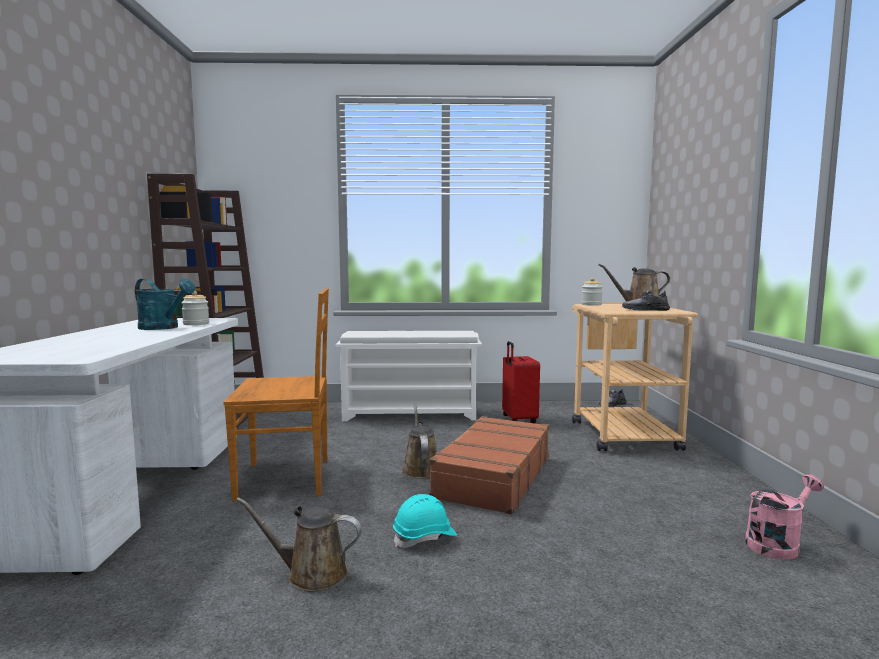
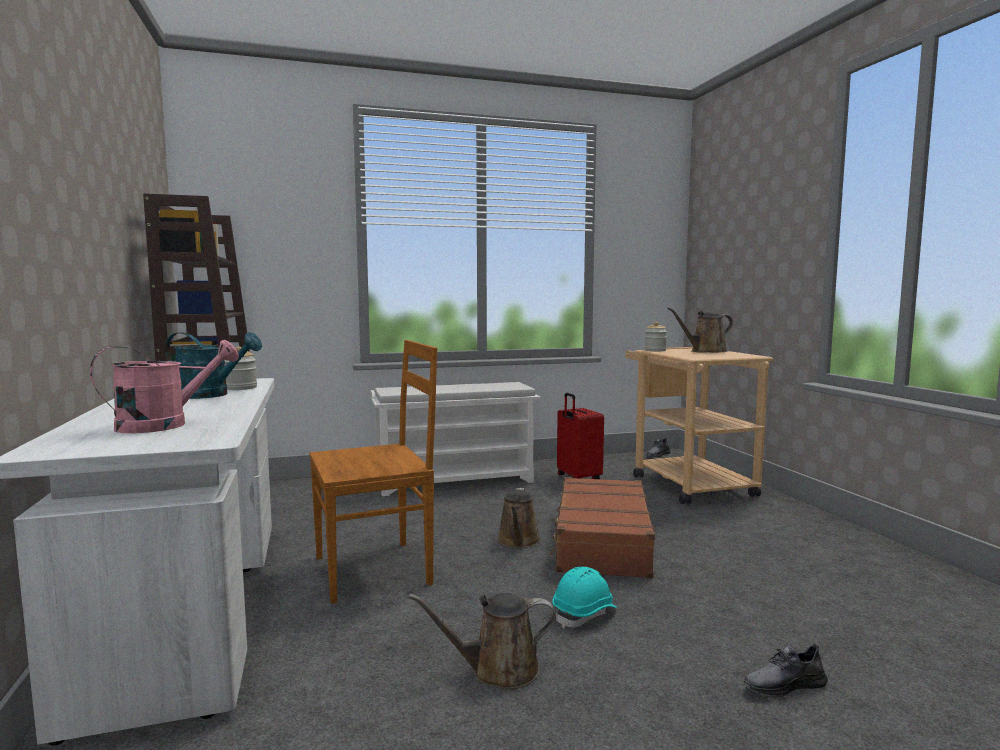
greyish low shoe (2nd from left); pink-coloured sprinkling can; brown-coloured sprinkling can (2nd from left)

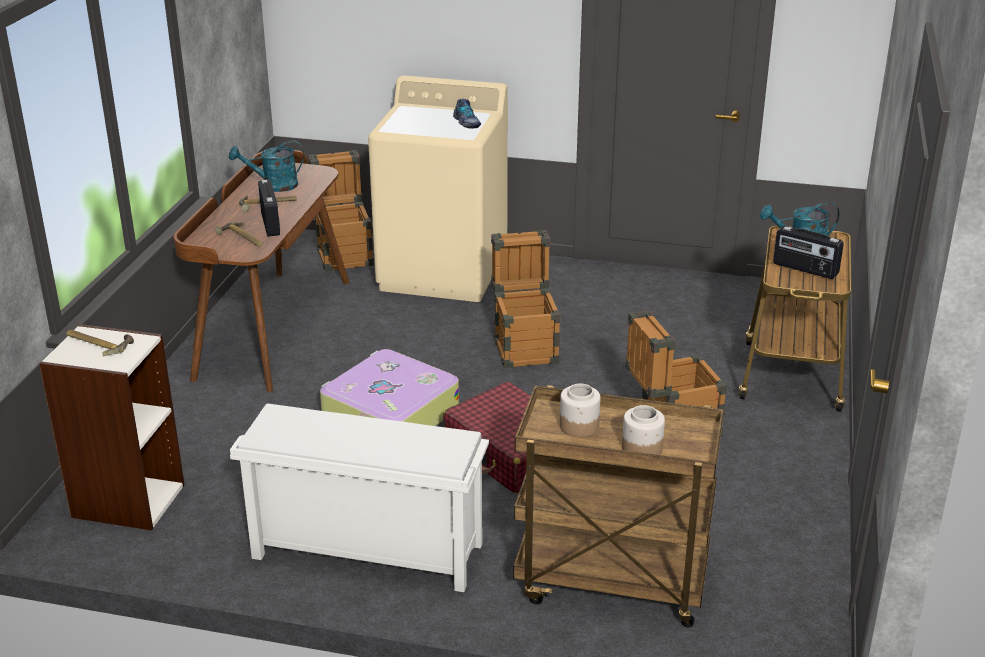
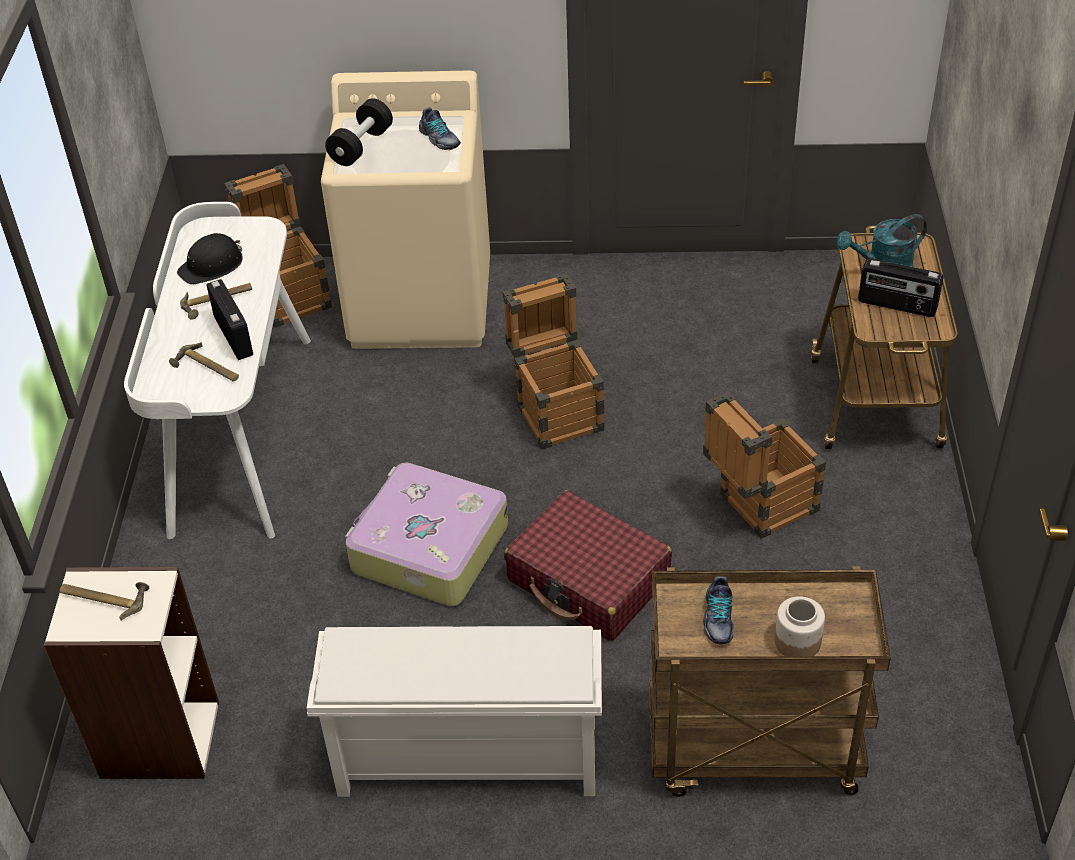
black free weight; black work helmet; low shoe (2nd from left); whitish desk

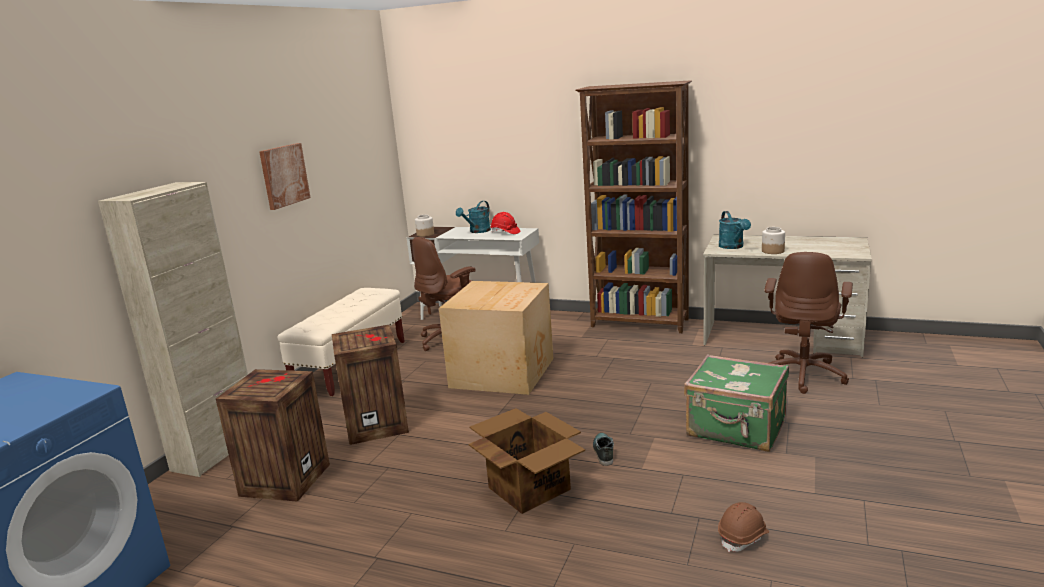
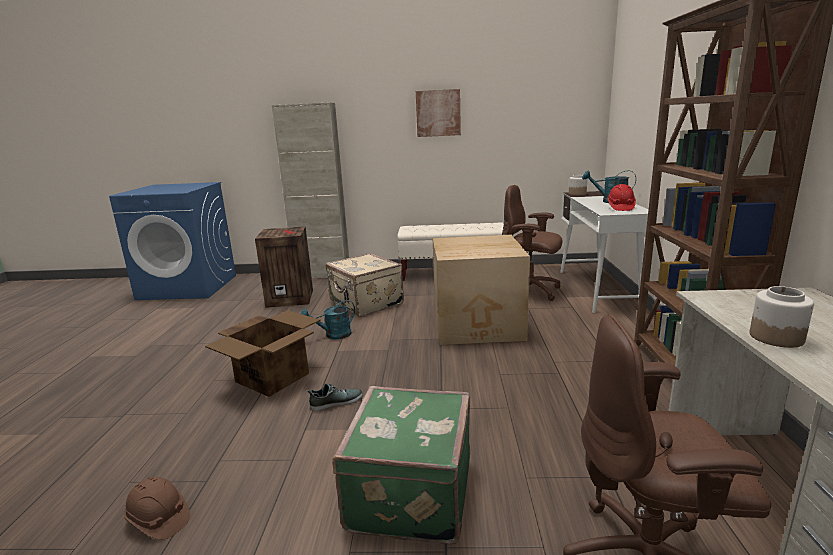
blue-green sprinkling can (1st from left); beige travel case

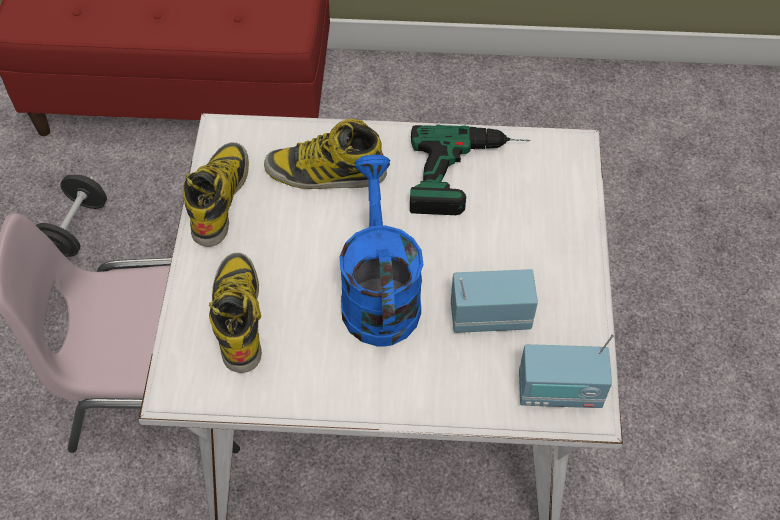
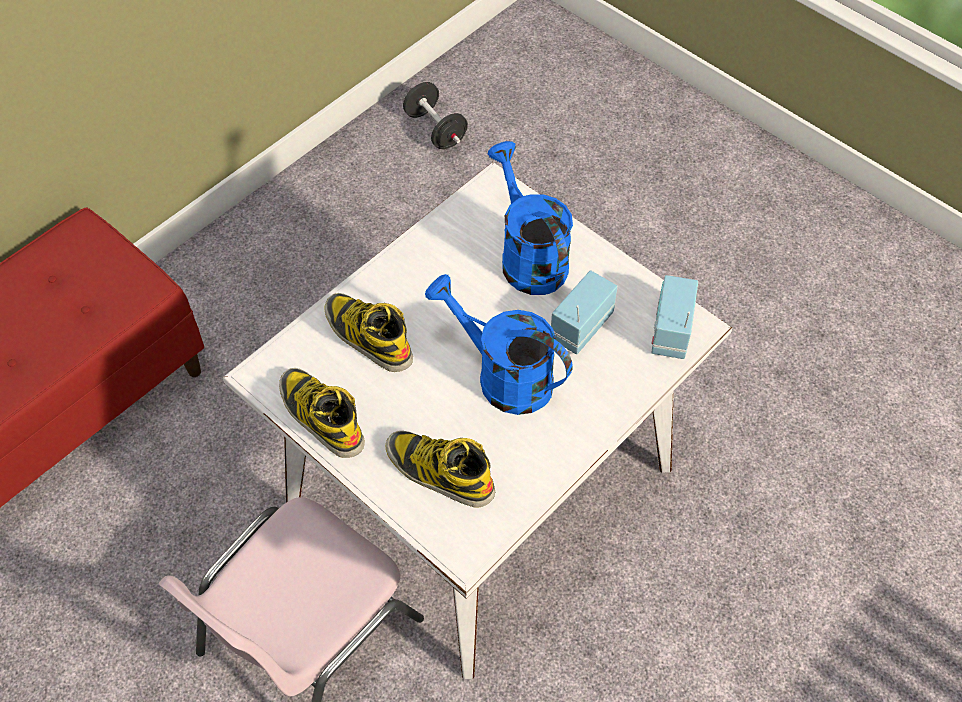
power drill; blue-coloured sprinkling can (2nd from left); black free weight; boot (2nd from left); radio set (2nd from left)

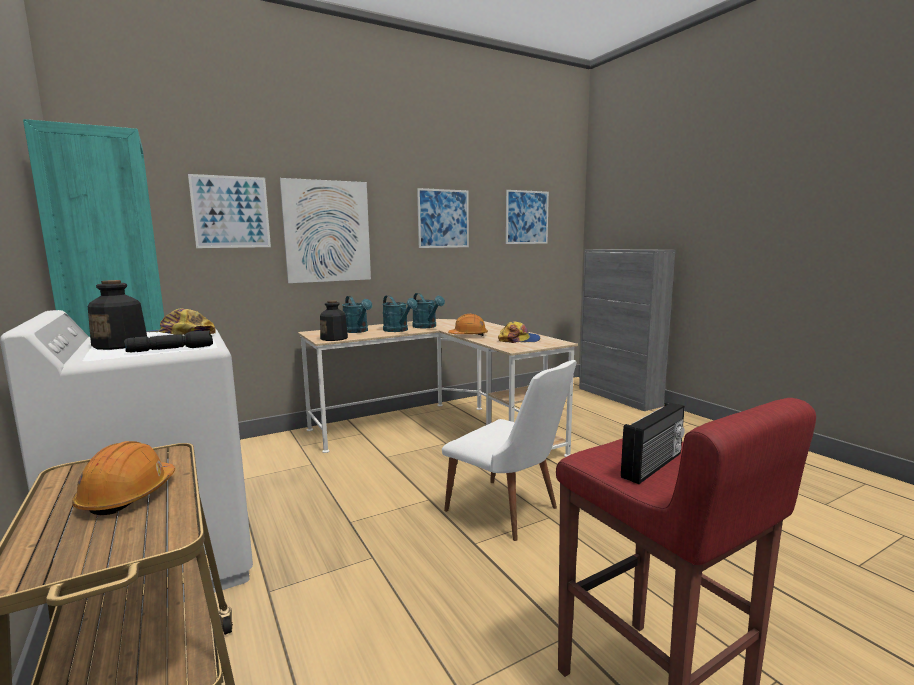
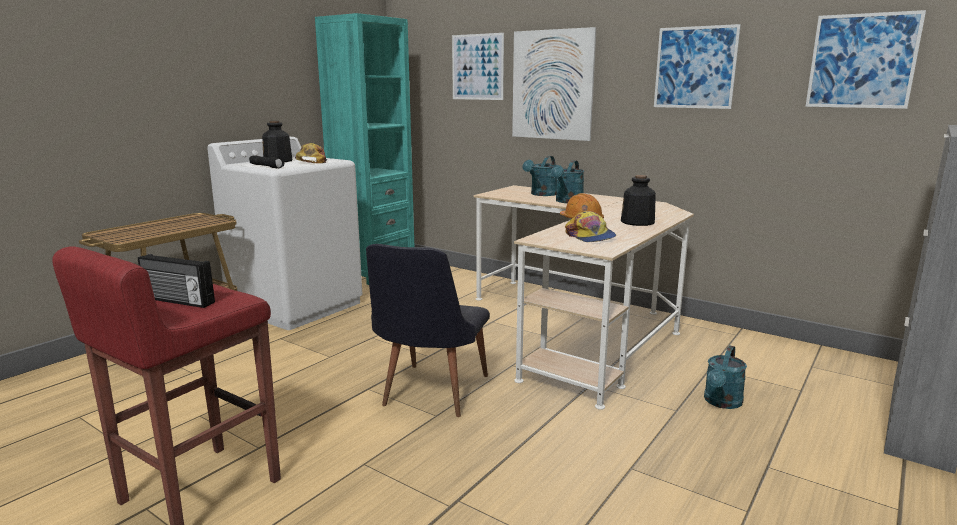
orange-coloured work helmet (1st from left in the first image); beverage bottle (2nd from left); blue-green sprinkling can (3rd from left); black chair

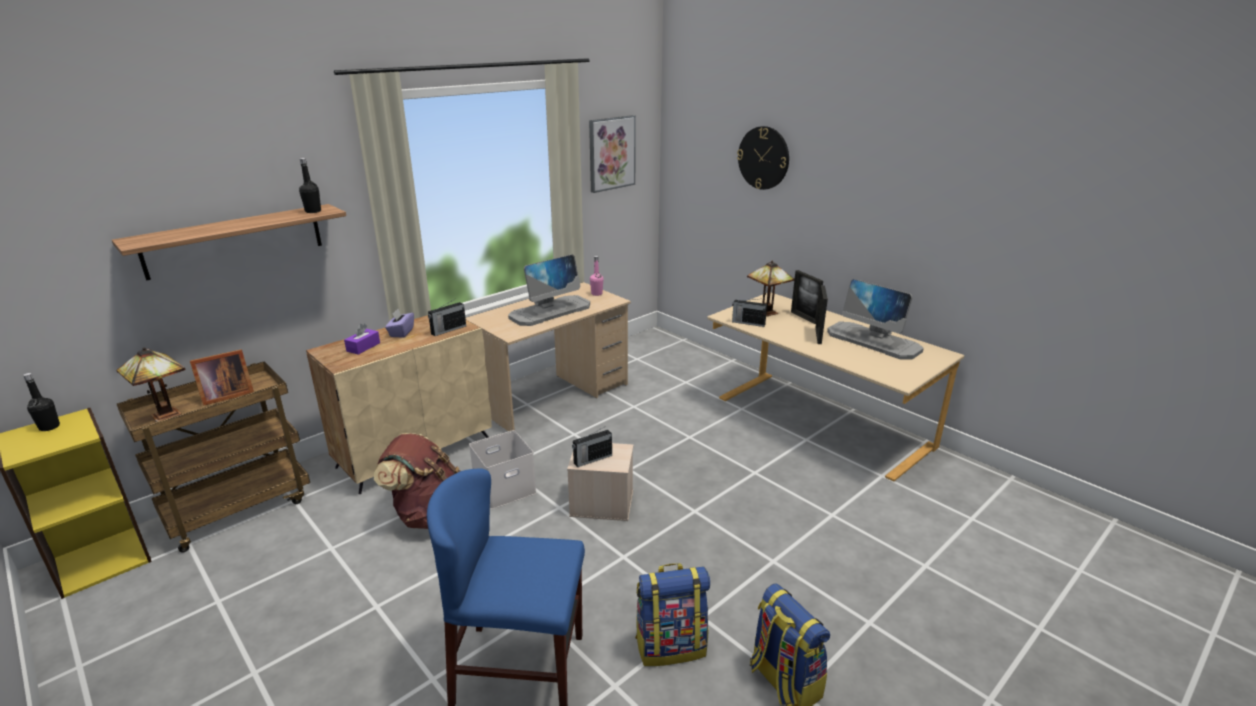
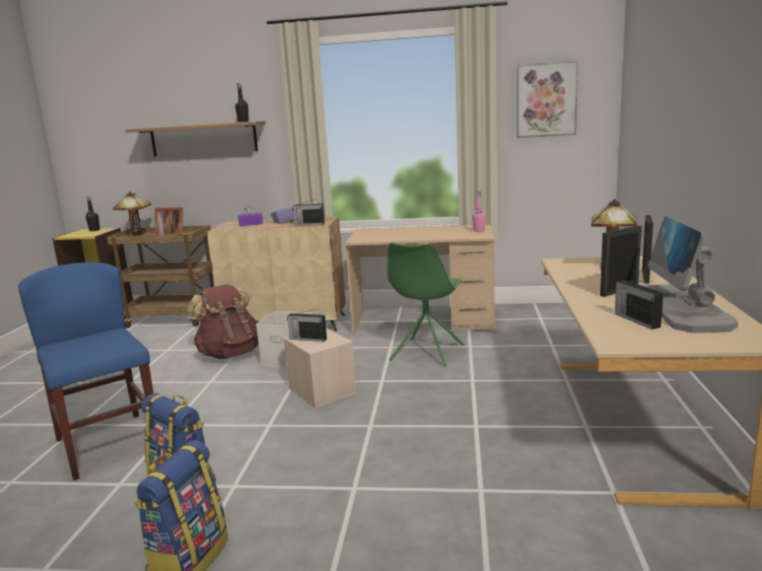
computer screen (1st from left in the first image); wall clock; greenish chair; radio set (3rd from left)

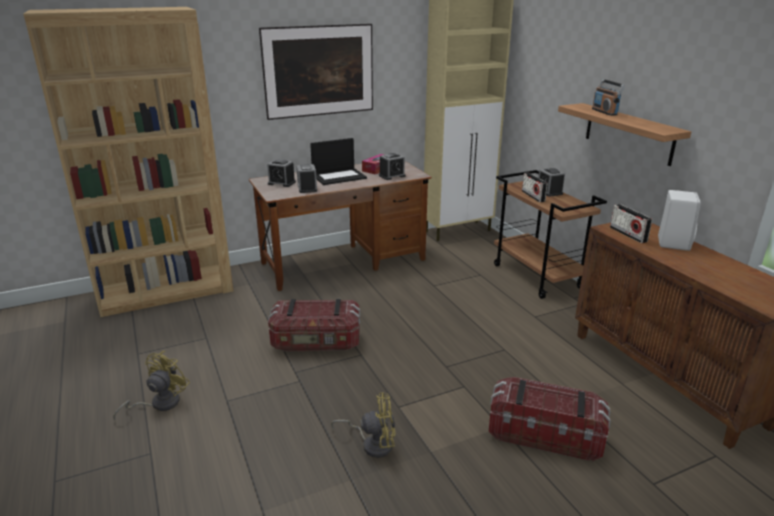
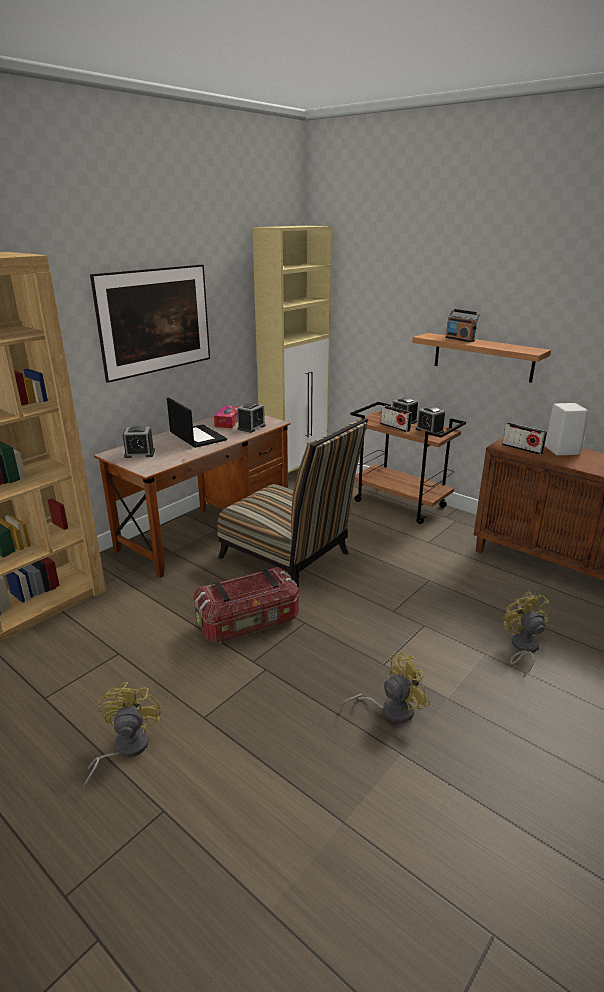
chair; bedside clock (4th from left); yellowish electric fan (3rd from left); laptop

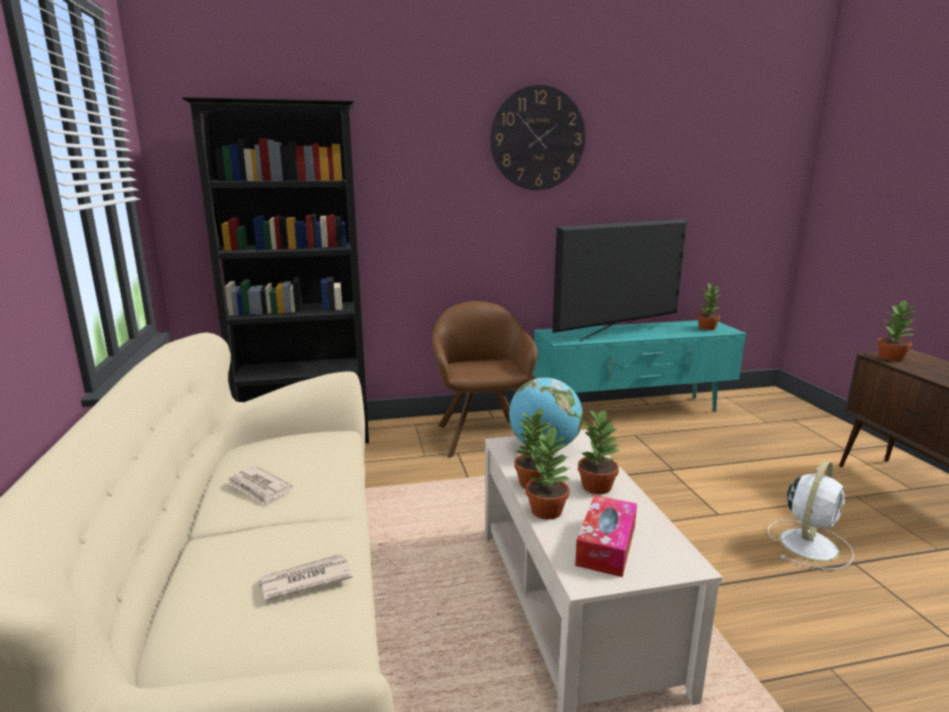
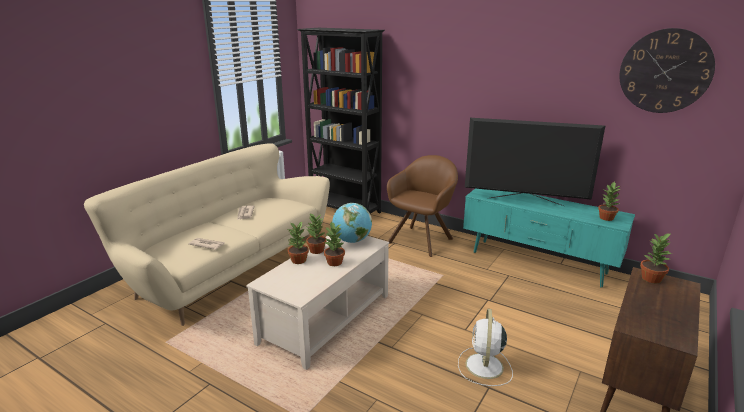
tissue holder; wall clock; whitish electric fan

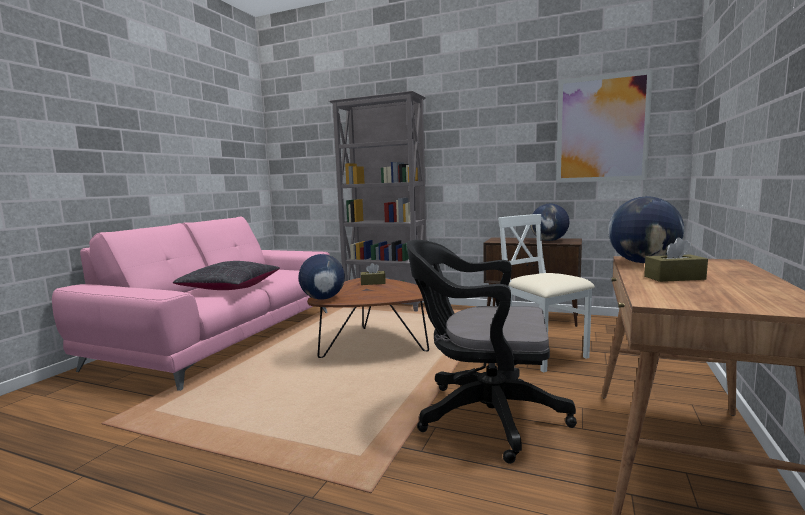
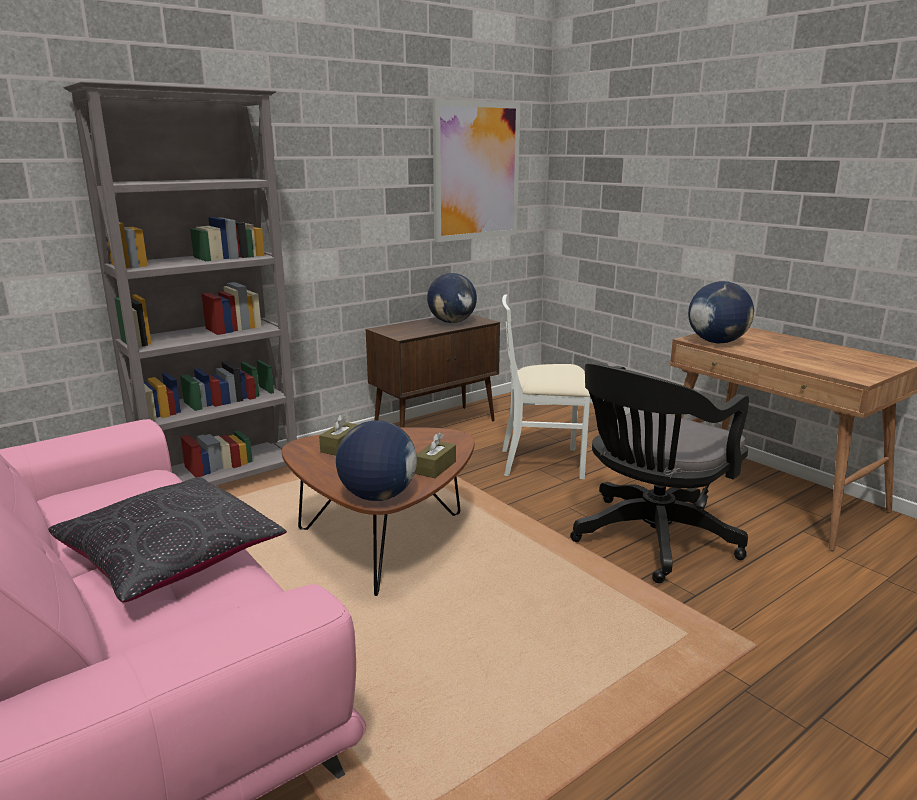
brown-coloured tissue holder (2nd from left)

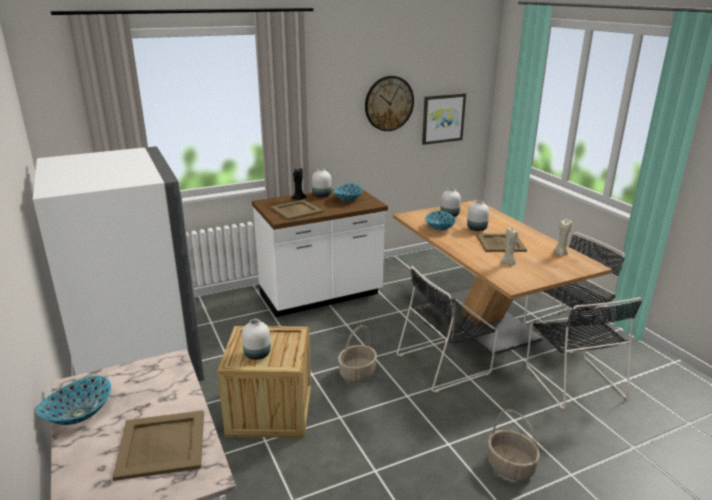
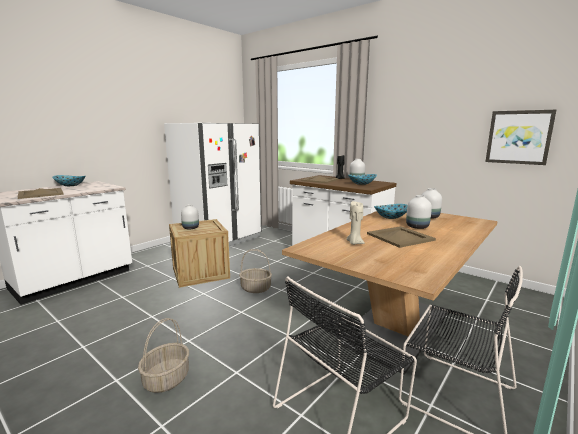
wall clock; black chair (1st from left in the first image); beige wax candle (2nd from left in the first image)

